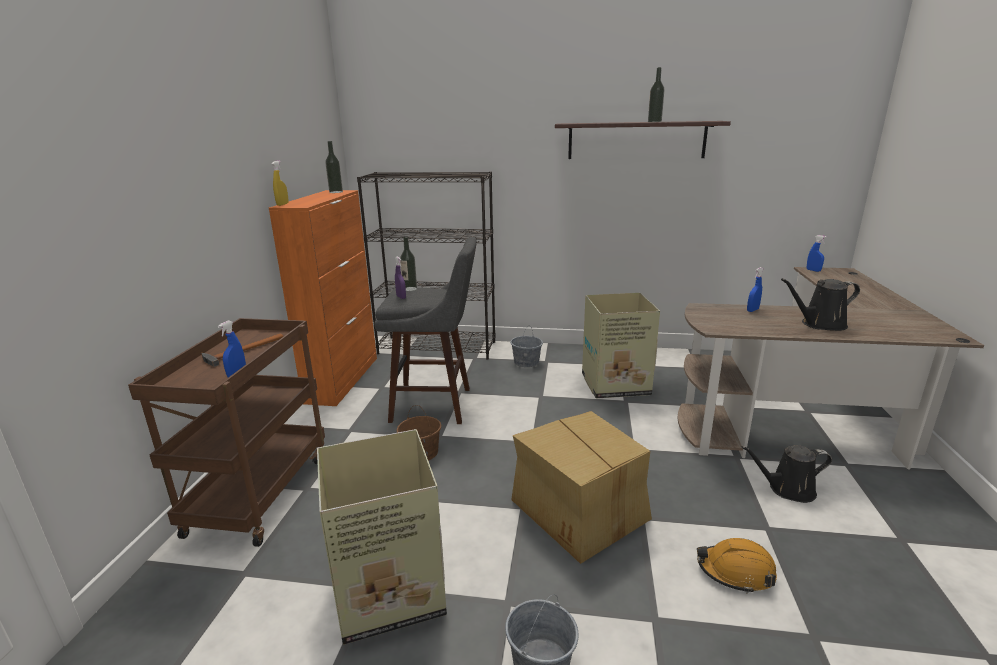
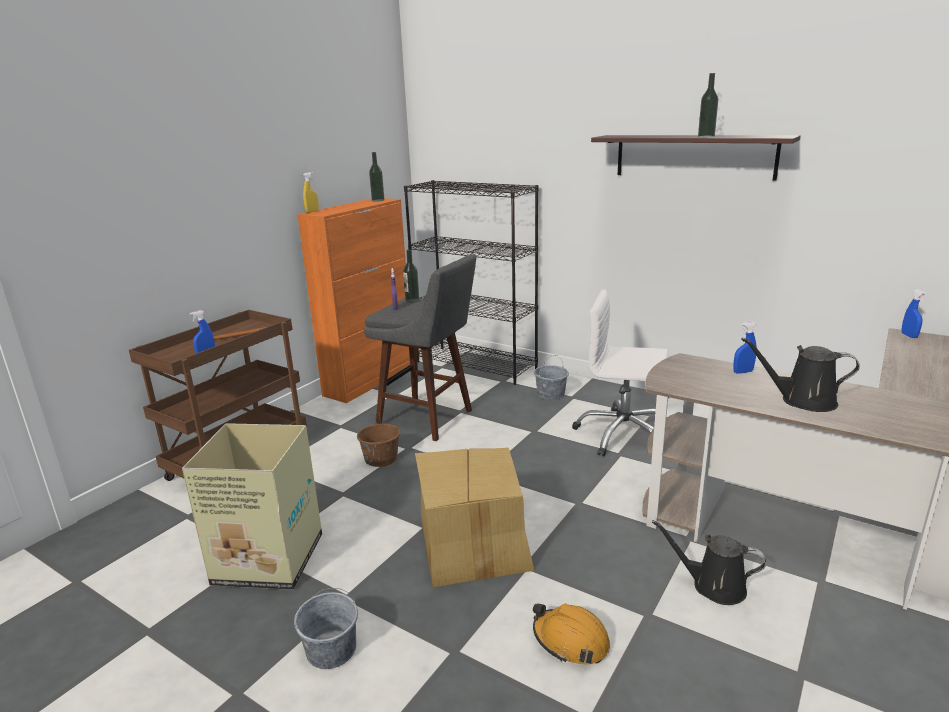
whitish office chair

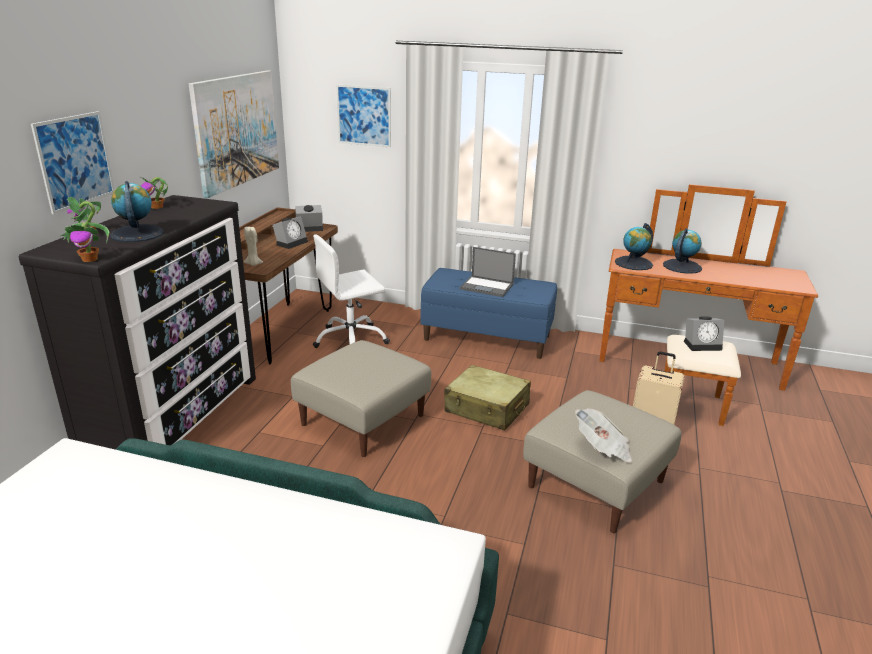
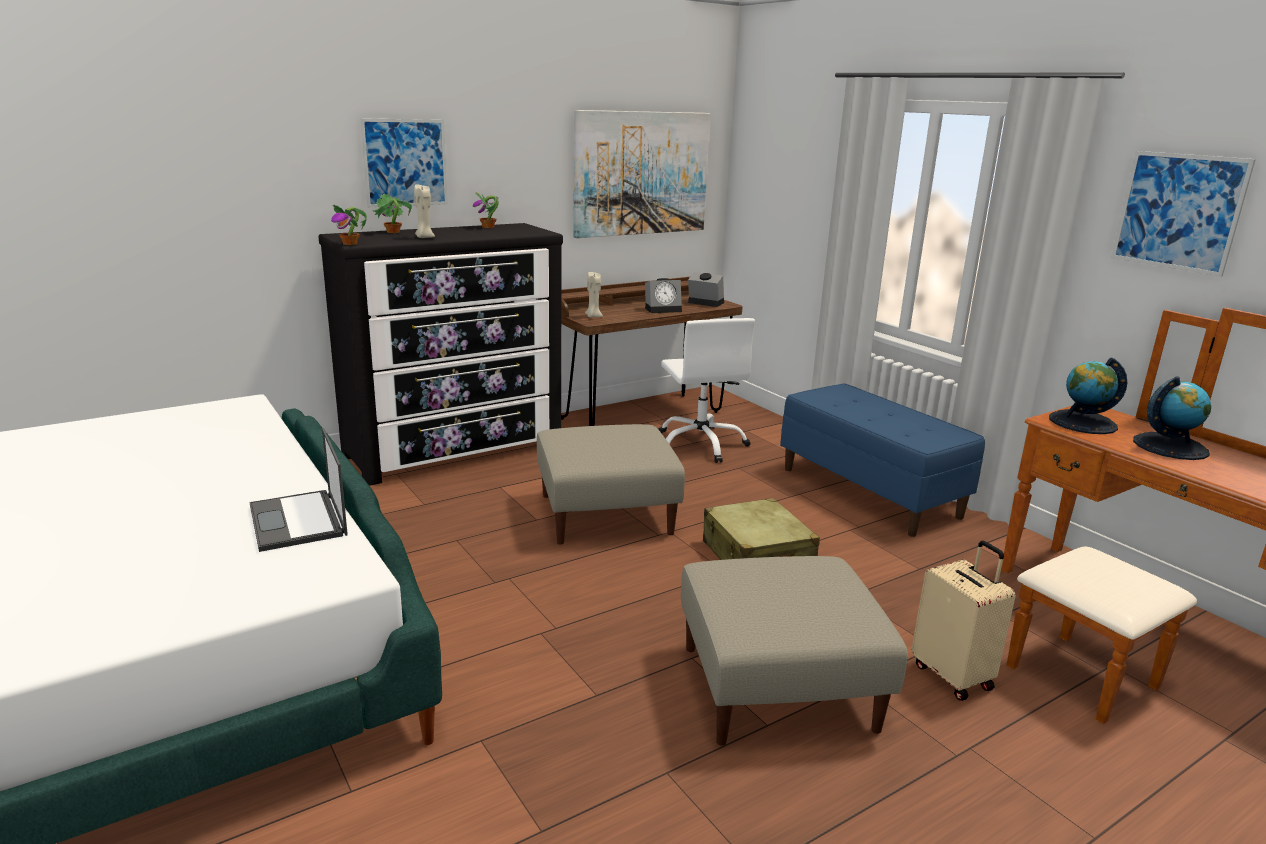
newspaper; bedside clock (3rd from left in the first image); wall art (3rd from left); laptop; beige wax candle (1st from left); whitish office chair

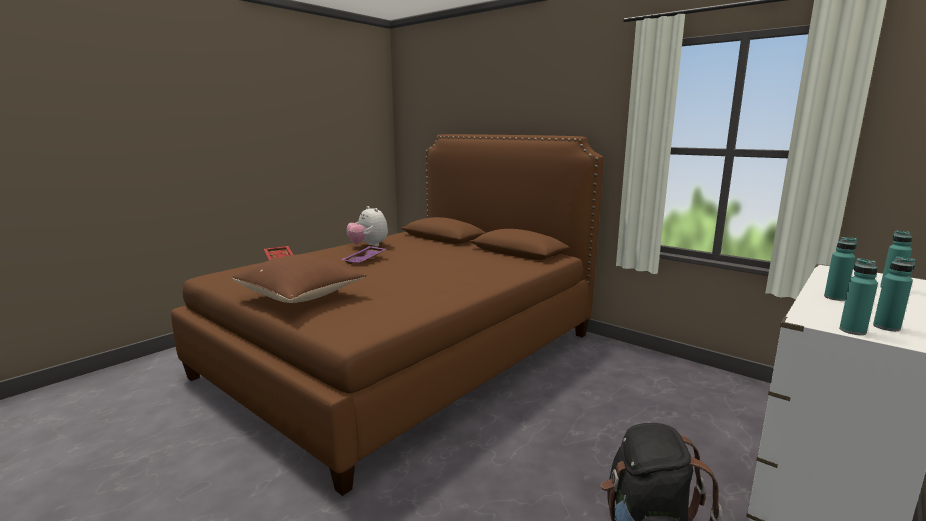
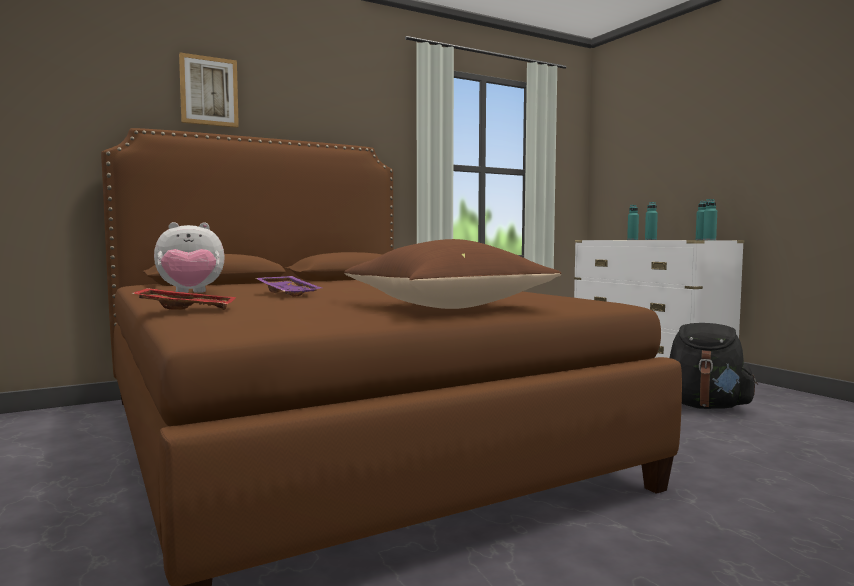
wall art

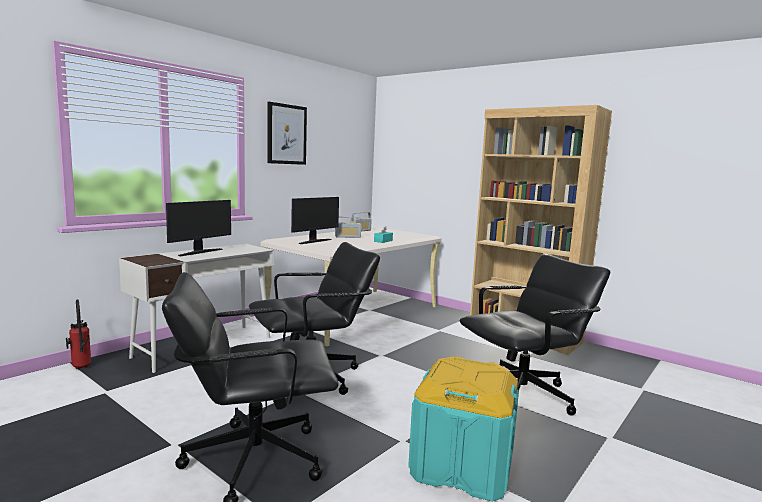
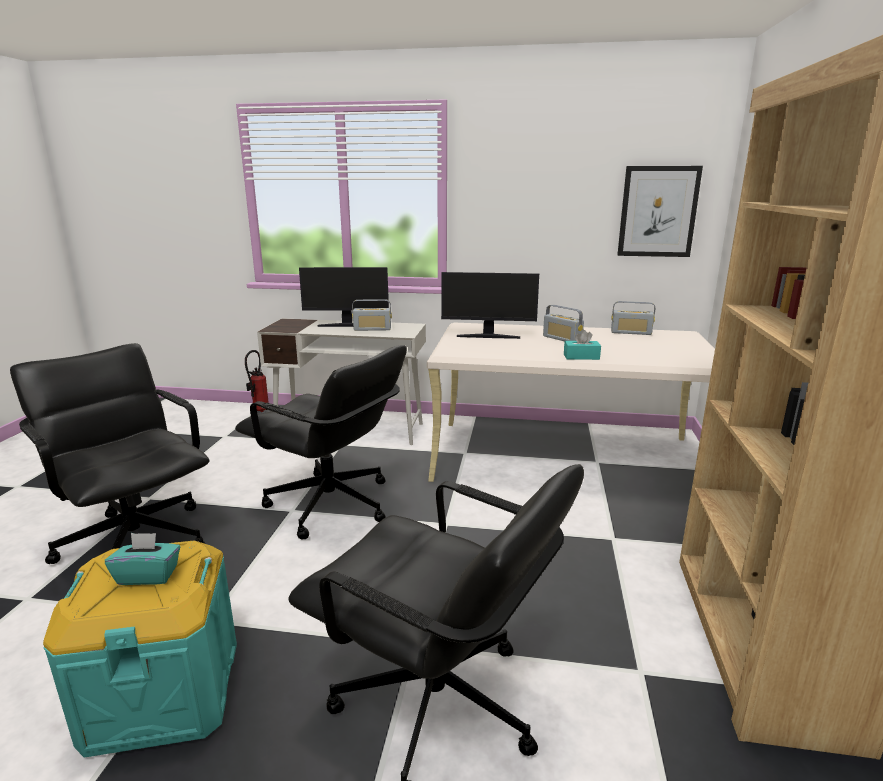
blue-green tissue holder (1st from left); radio set (1st from left); wall art

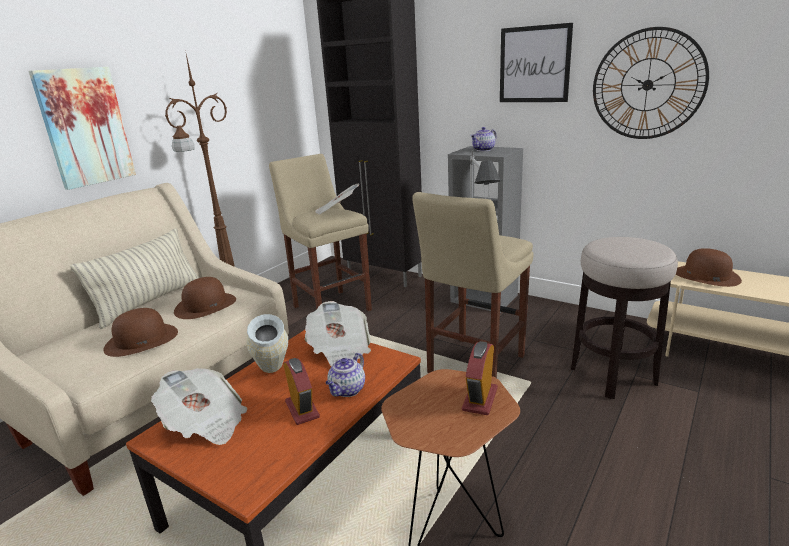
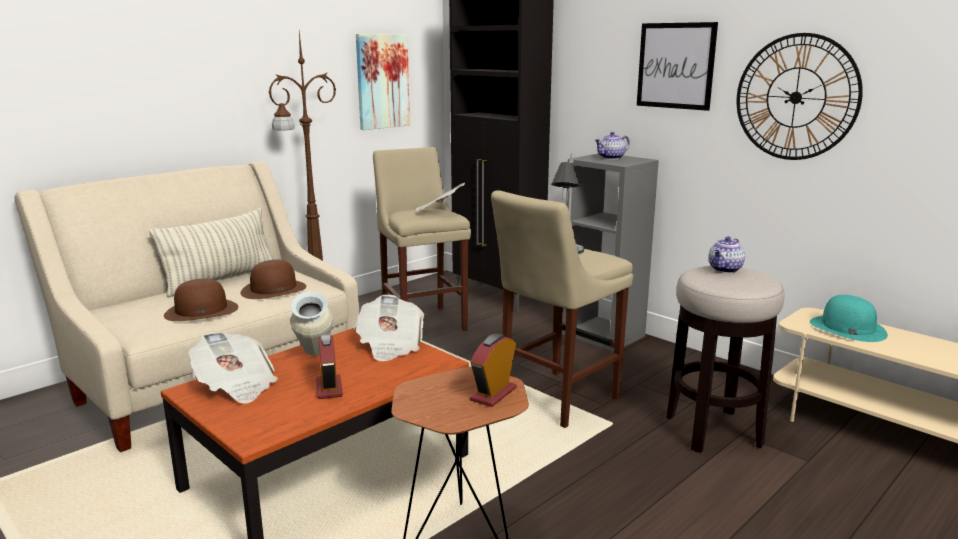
wall art (1st from left); tea pot (2nd from left); blue-green wearable hat

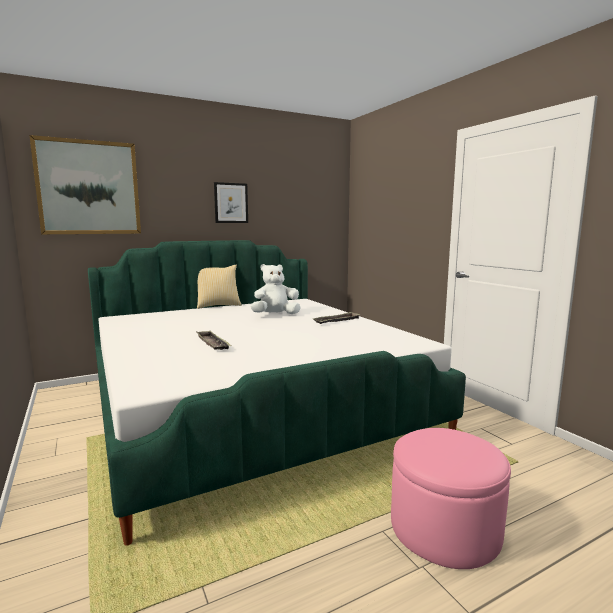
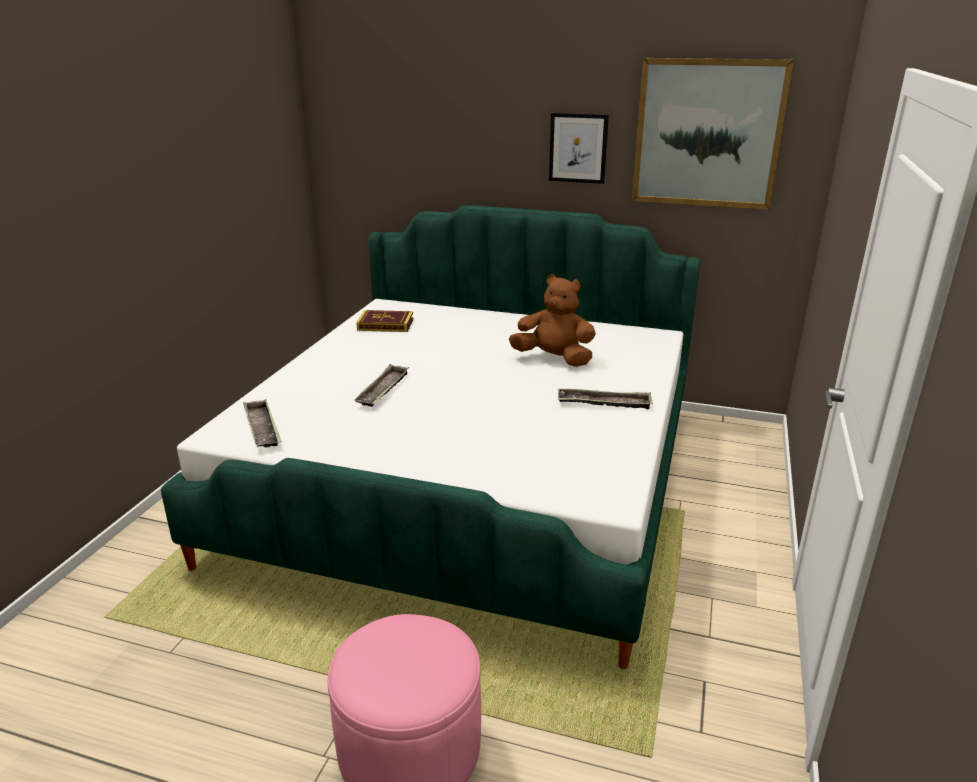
cushion; carrying tray (1st from left); bound book; wall art (2nd from left); brown-coloured plush toy

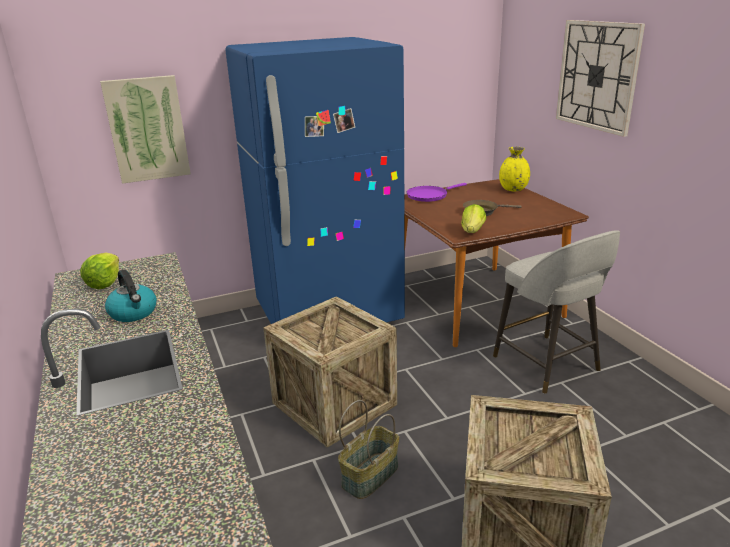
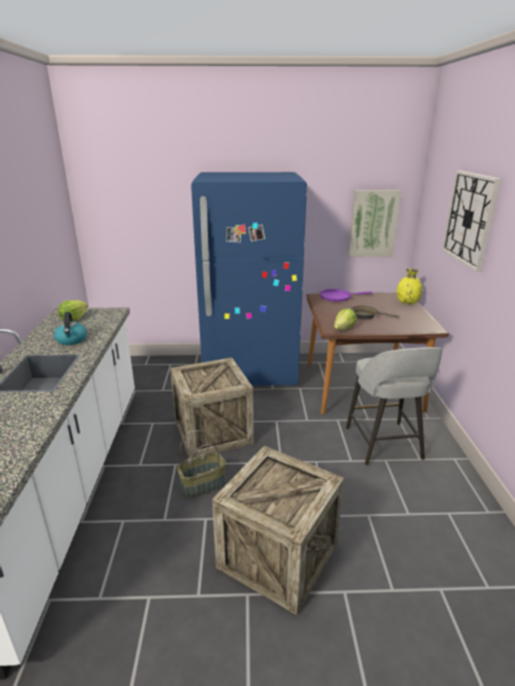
wall art

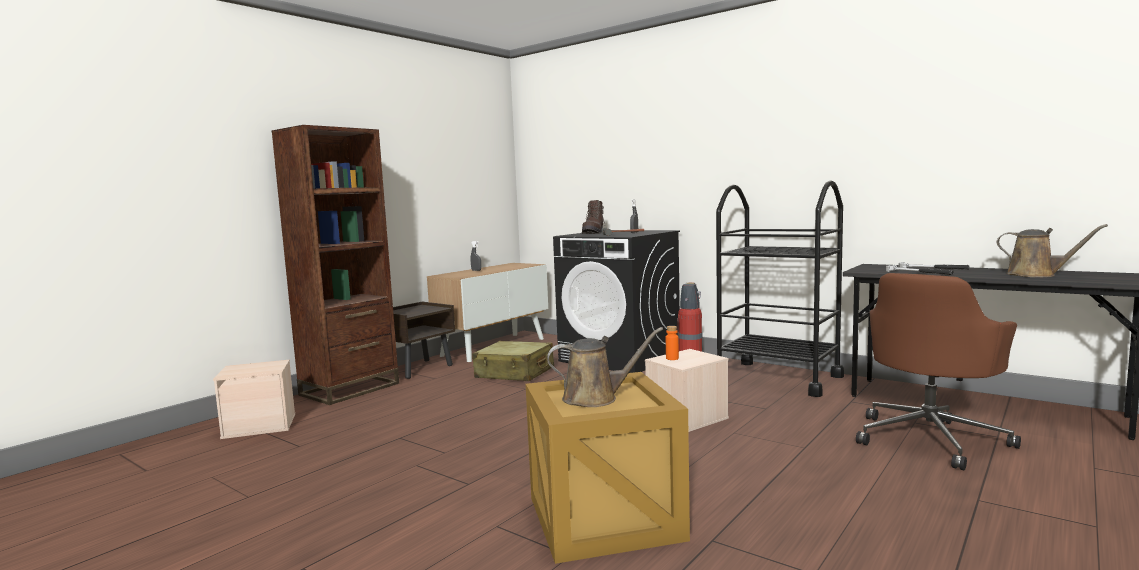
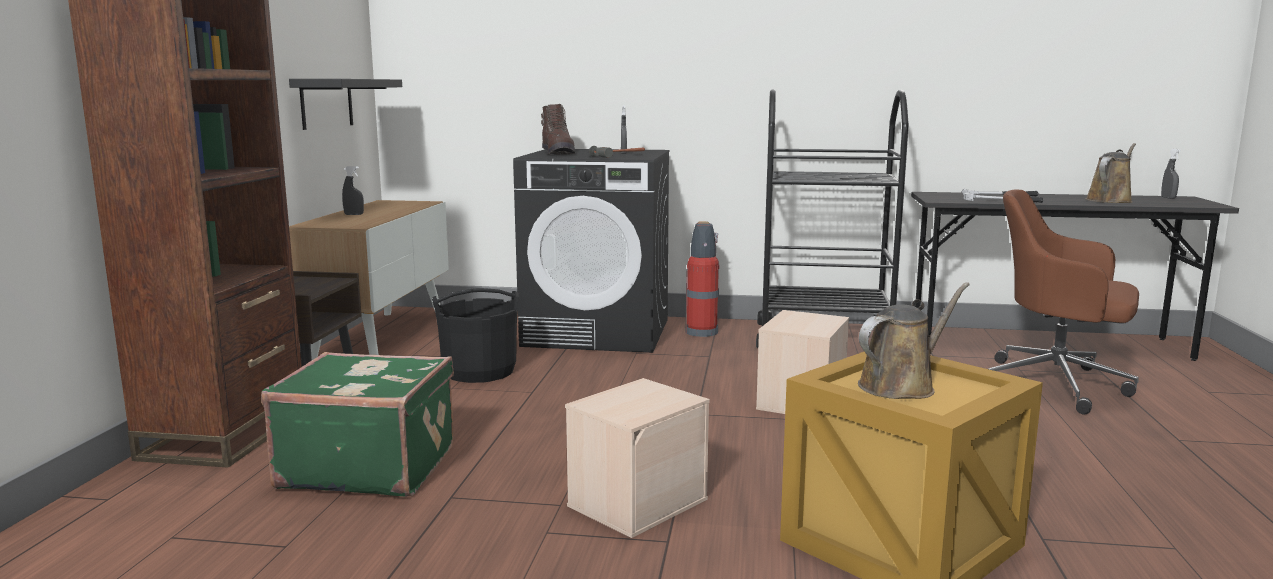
orange-coloured beverage bottle; greenish travel case; black shelf; greyish hand sprayer (3rd from left); beige storage container (1st from left); black pail; brown-coloured office chair; brown-coloured sprinkling can (2nd from left)

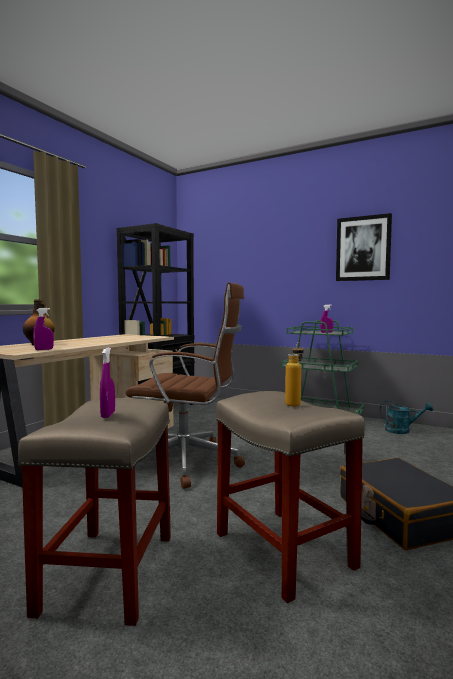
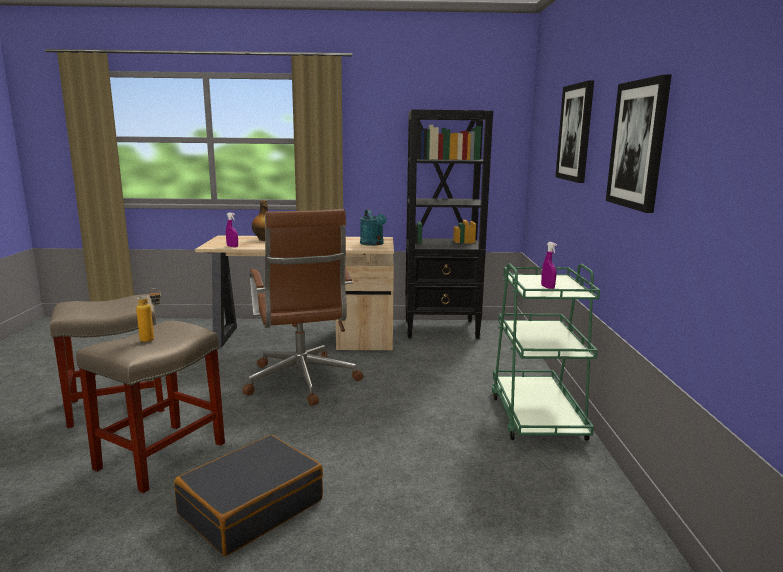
purple-coloured hand sprayer (2nd from left in the first image); wall art (1st from left); blue-green sprinkling can

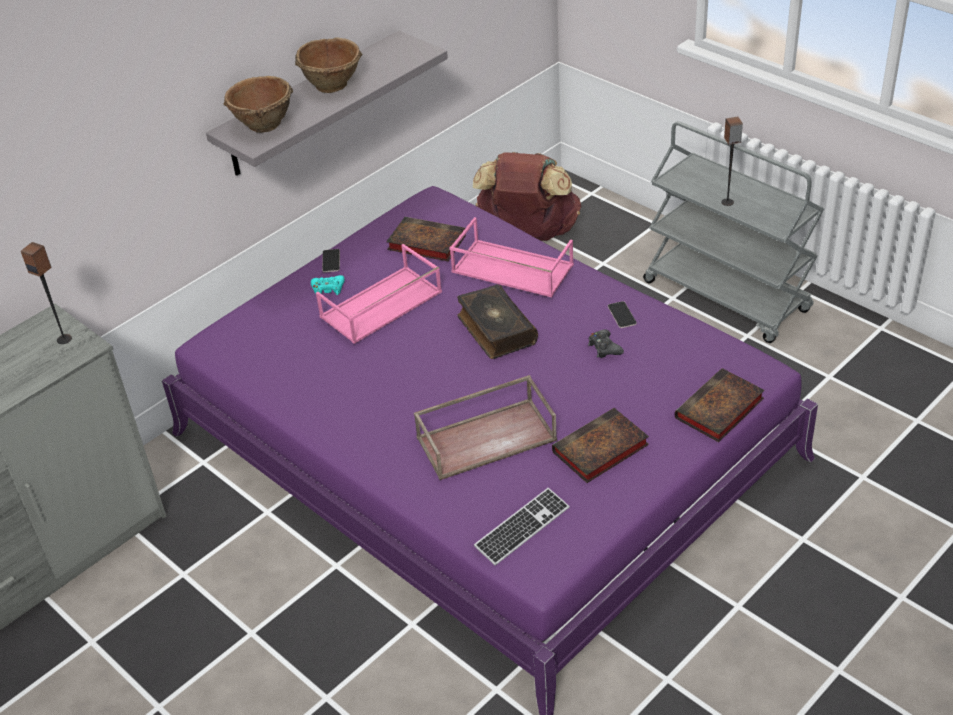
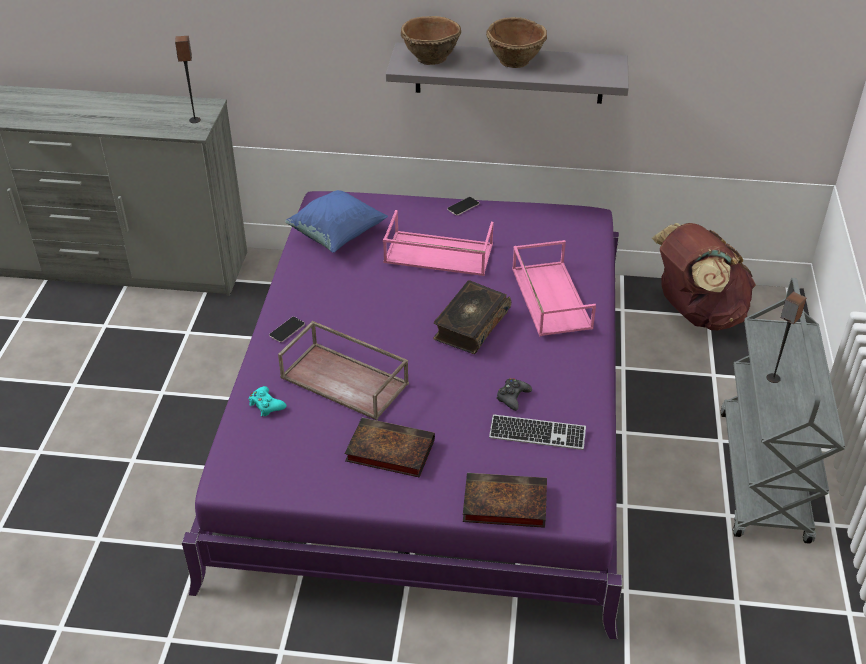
bound book (1st from left in the first image); blue-coloured cushion; blue-green gamepad; PC keyboard; phone (1st from left)

